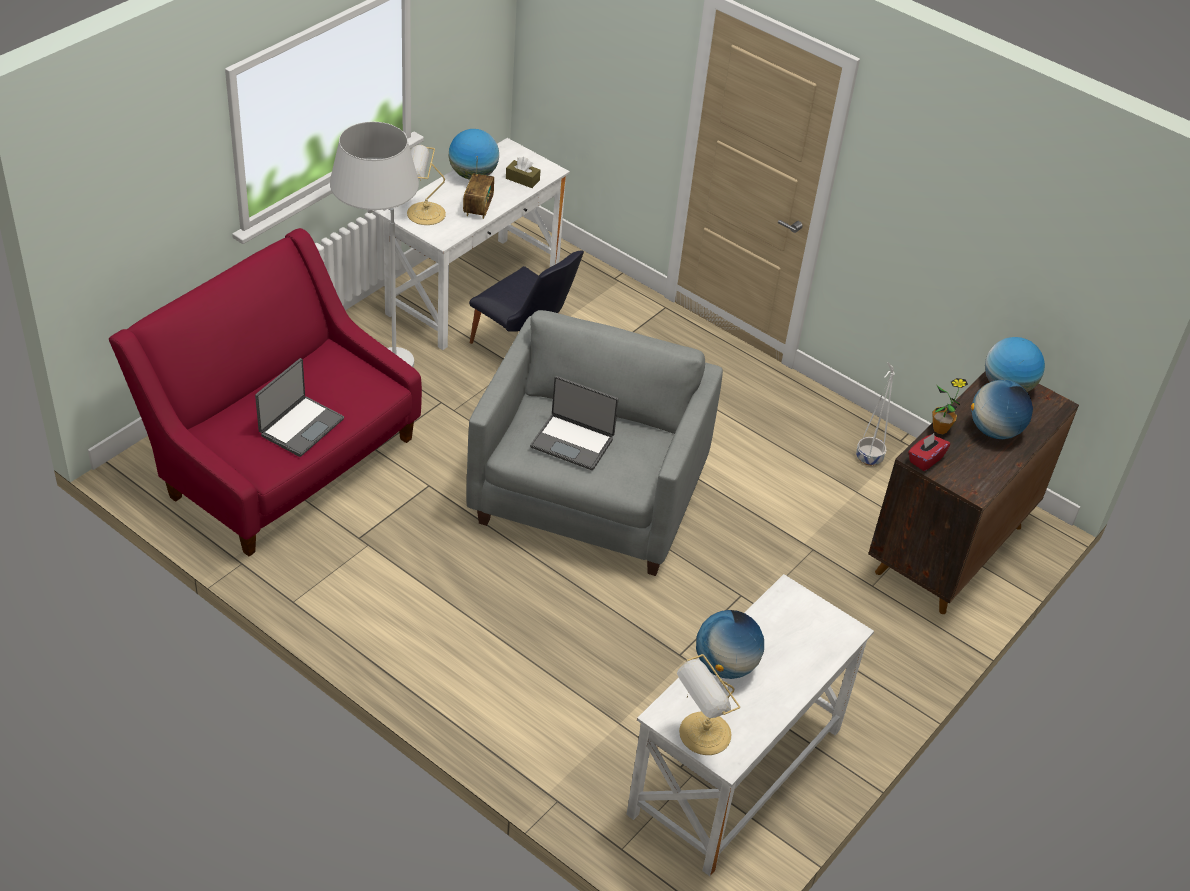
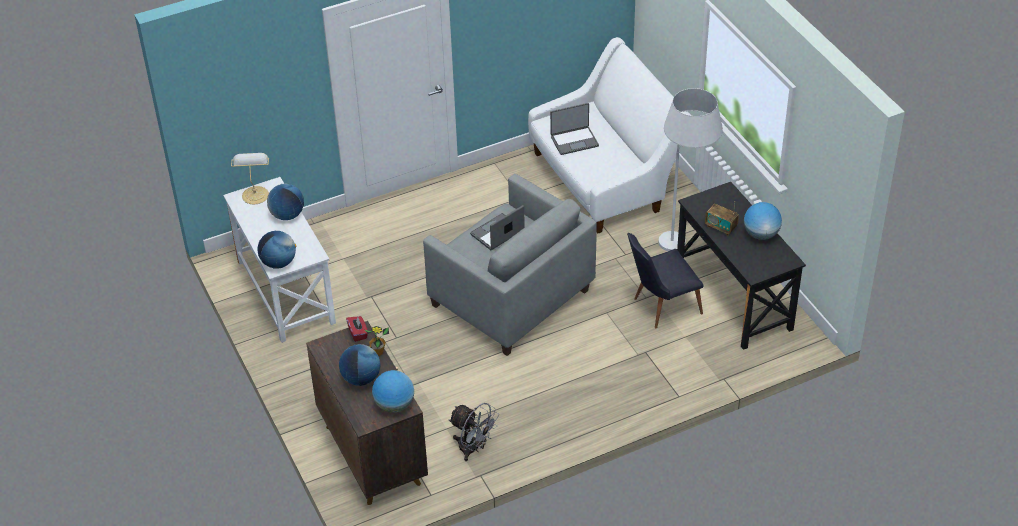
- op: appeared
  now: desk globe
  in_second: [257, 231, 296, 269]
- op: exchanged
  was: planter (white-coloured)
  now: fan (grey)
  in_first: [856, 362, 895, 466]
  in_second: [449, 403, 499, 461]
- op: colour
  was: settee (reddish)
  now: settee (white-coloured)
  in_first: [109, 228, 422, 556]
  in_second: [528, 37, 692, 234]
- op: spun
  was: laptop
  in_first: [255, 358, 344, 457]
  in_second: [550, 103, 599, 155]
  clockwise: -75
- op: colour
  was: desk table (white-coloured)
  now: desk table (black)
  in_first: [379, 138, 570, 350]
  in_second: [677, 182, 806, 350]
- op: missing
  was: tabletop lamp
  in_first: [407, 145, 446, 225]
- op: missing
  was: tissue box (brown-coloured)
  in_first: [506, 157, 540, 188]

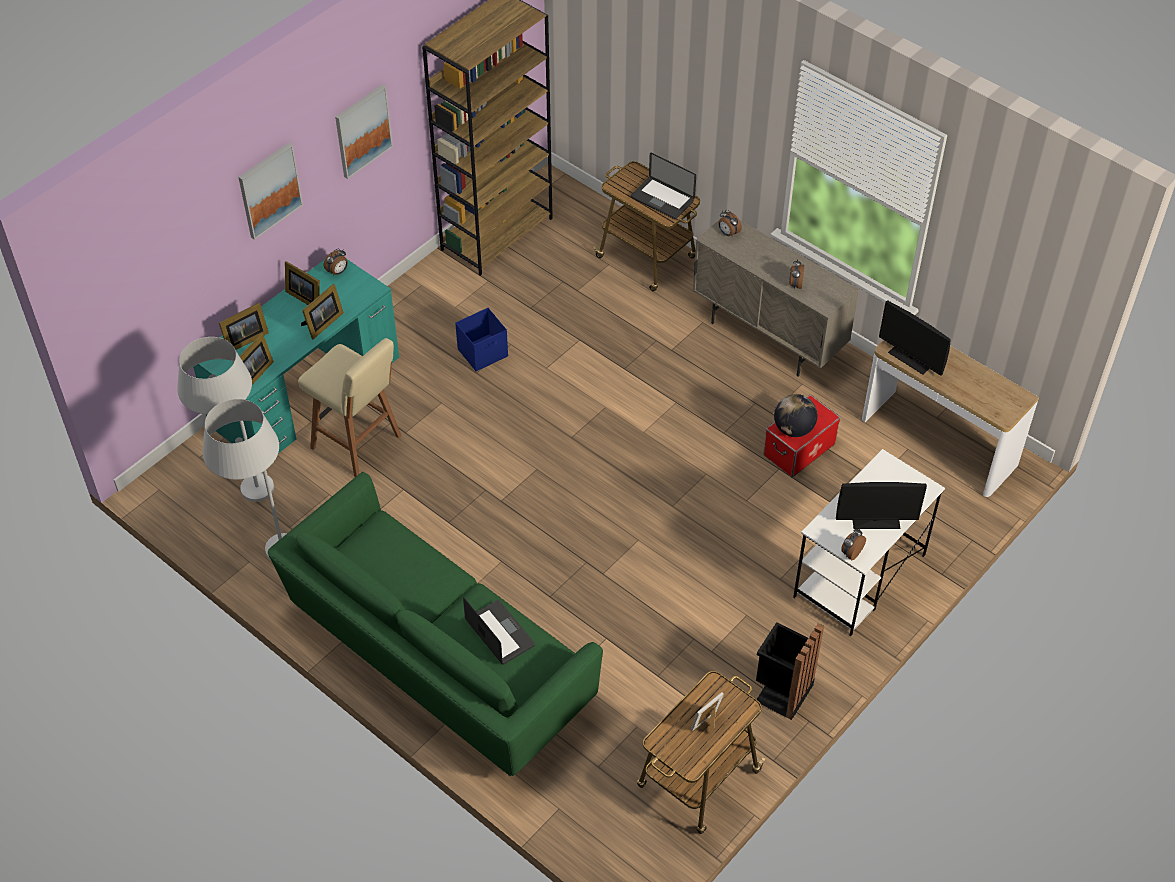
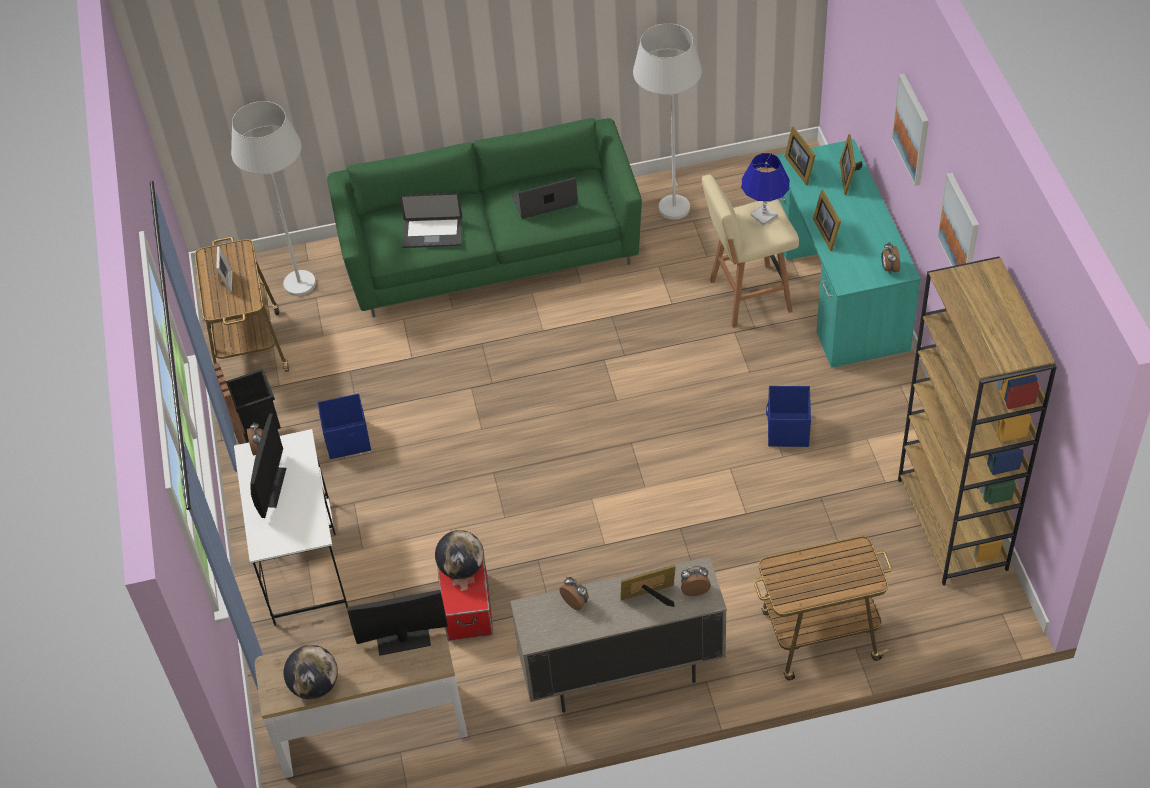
- op: relocated
  was: floor lamp (white-coloured)
  in_first: [177, 337, 274, 502]
  in_second: [231, 101, 316, 296]
- op: spun
  was: computer screen
  in_first: [836, 482, 927, 529]
  in_second: [250, 413, 286, 518]
  clockwise: 150
- op: appeared
  now: desk globe
  in_second: [284, 645, 338, 699]
- op: appeared
  now: storage box (blue-coloured)
  in_second: [317, 393, 371, 459]
- op: relocated
  was: laptop
  in_first: [631, 153, 696, 219]
  in_second: [512, 178, 578, 219]
- op: relocated
  was: photo frame
  in_first: [285, 261, 320, 305]
  in_second: [620, 565, 676, 607]
- op: appeared
  now: tabletop lamp (blue-coloured)
  in_second: [741, 153, 790, 226]

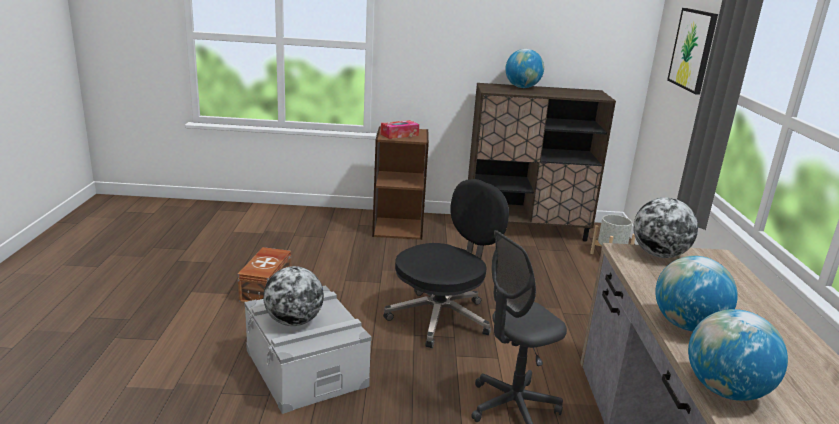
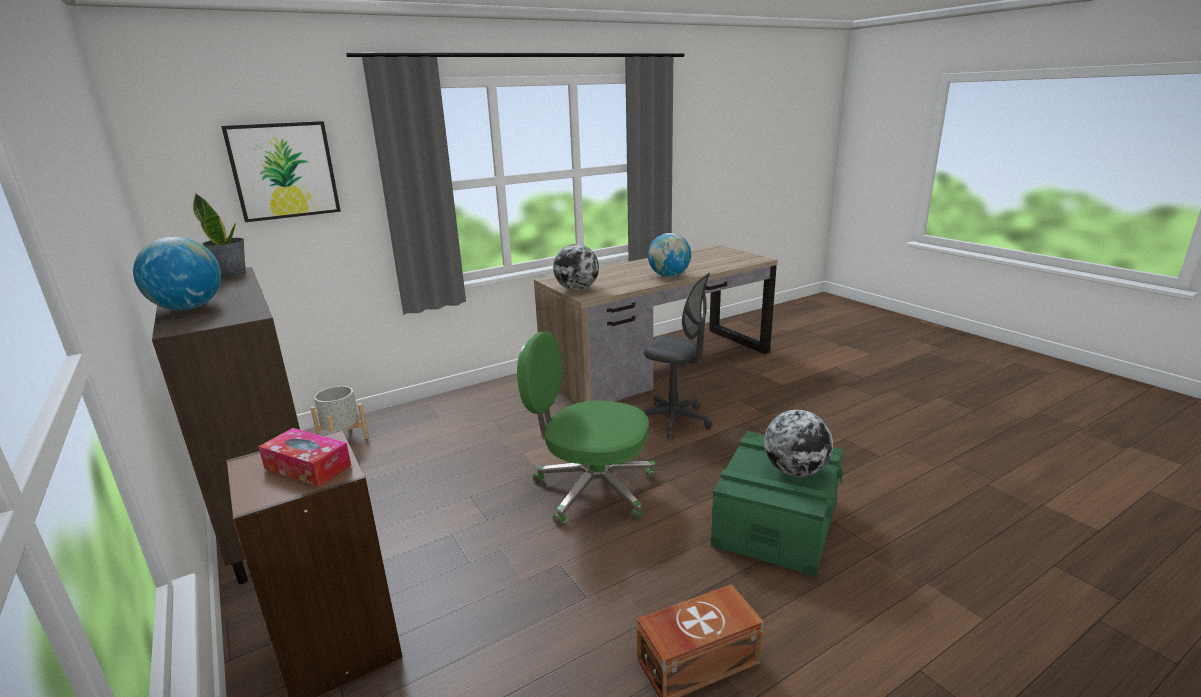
- op: appeared
  now: plant in a pot
  in_second: [193, 193, 246, 277]
- op: colour
  was: computer chair (black)
  now: computer chair (green)
  in_first: [383, 179, 509, 348]
  in_second: [517, 332, 656, 525]
- op: colour
  was: storage box (grey)
  now: storage box (green)
  in_first: [244, 285, 372, 414]
  in_second: [711, 431, 843, 577]
- op: missing
  was: desk globe
  in_first: [688, 309, 788, 401]

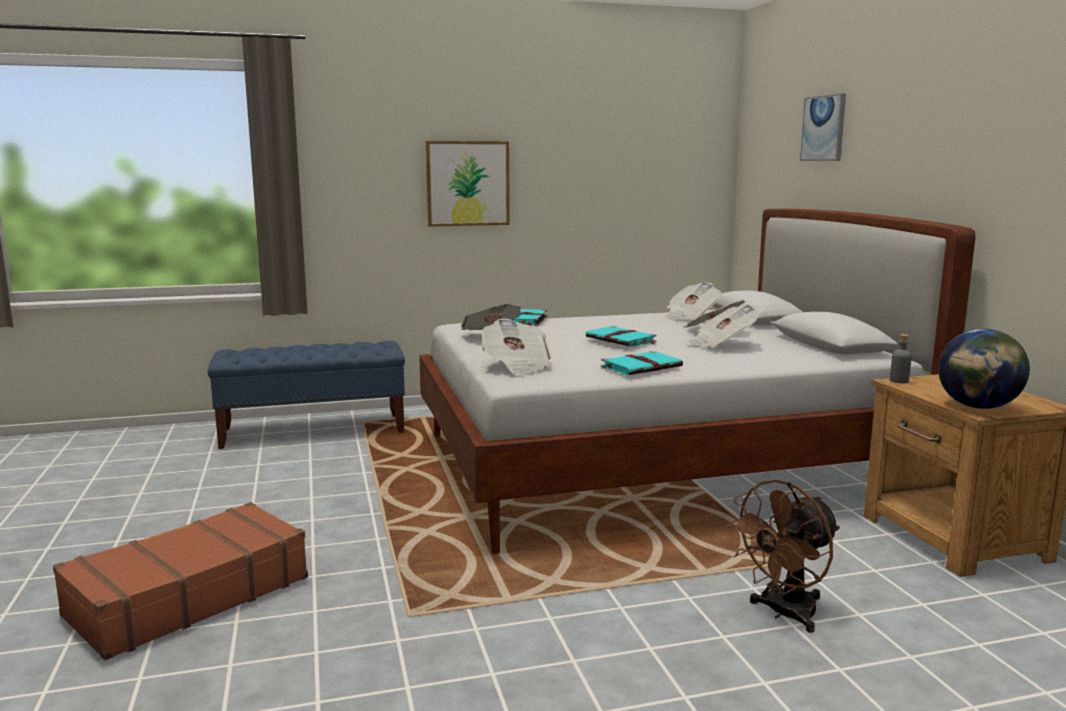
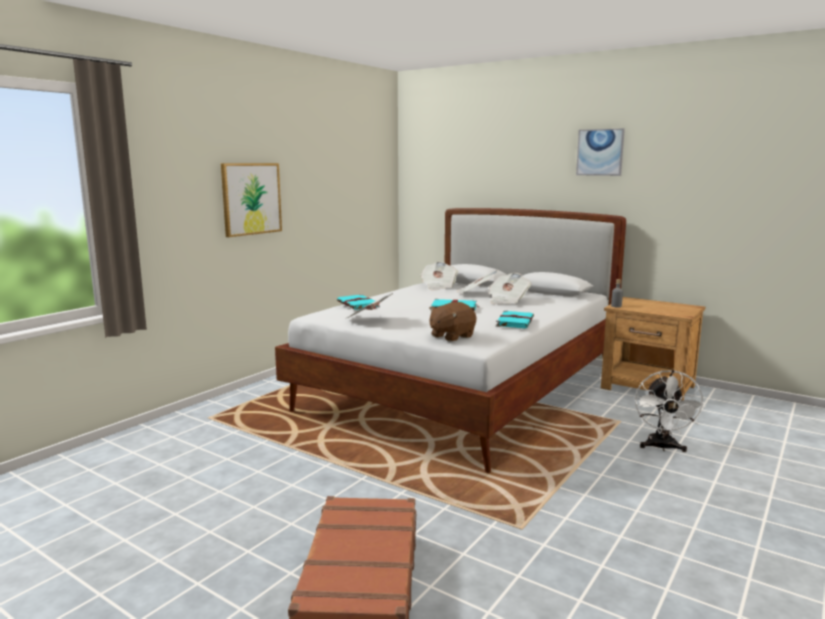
- op: exchanged
  was: printed paper
  now: soft toy (brown-coloured)
  in_first: [482, 318, 552, 376]
  in_second: [429, 302, 476, 342]
- op: relocated
  was: wall art
  in_first: [800, 93, 846, 161]
  in_second: [576, 128, 625, 176]
- op: colour
  was: fan (brown-coloured)
  now: fan (white-coloured)
  in_first: [726, 479, 840, 633]
  in_second: [635, 370, 706, 452]
- op: missing
  was: indoor bench (blue-coloured)
  in_first: [208, 341, 405, 449]
- op: missing
  was: desk globe
  in_first: [938, 329, 1030, 409]

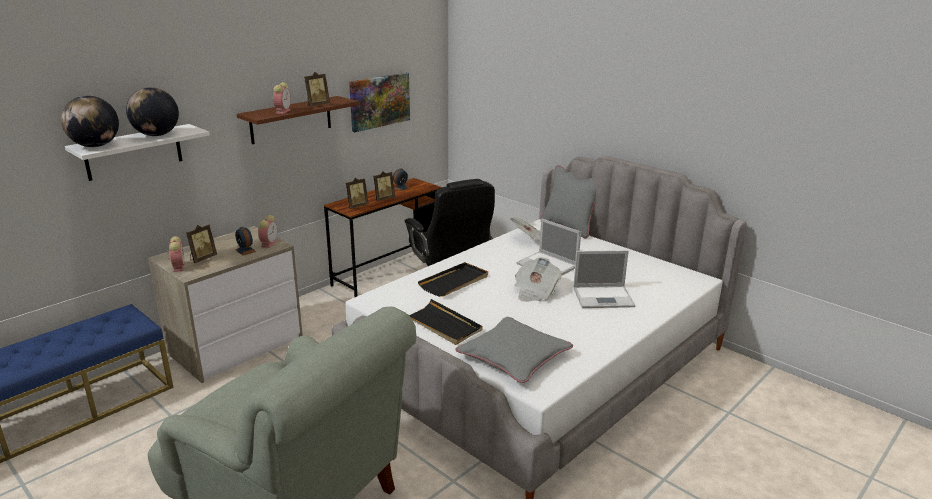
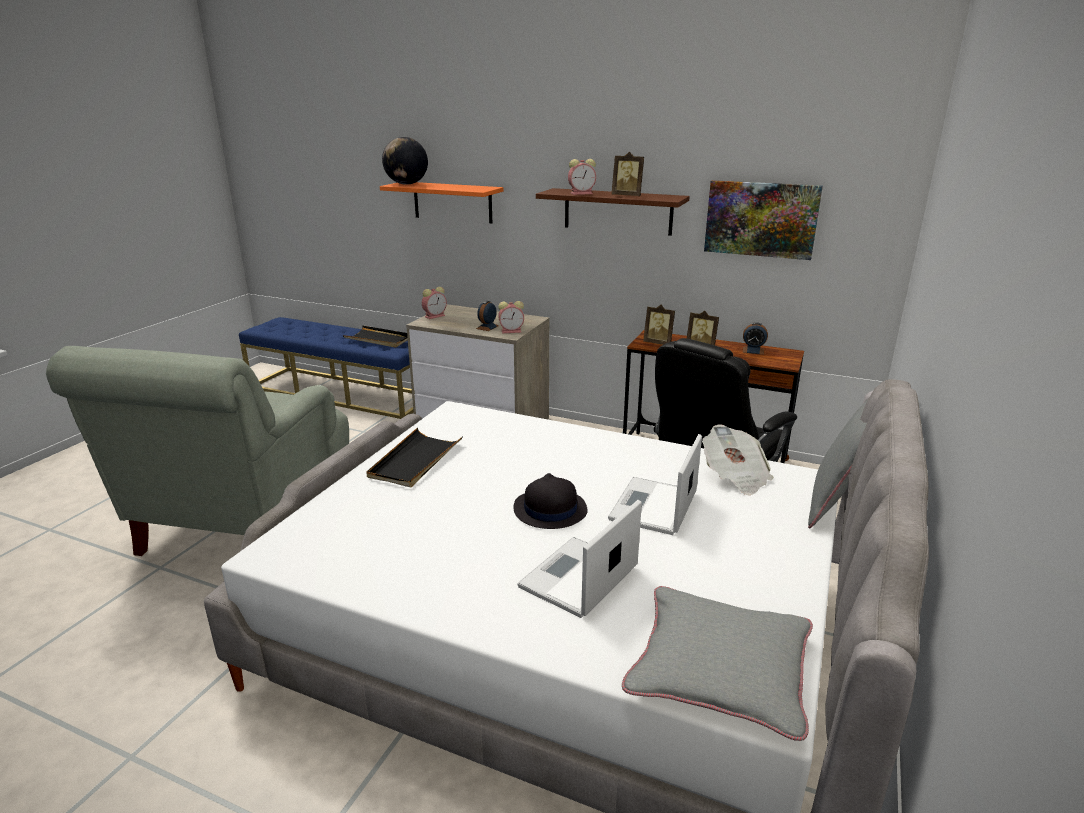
- op: relocated
  was: serving tray (black)
  in_first: [418, 262, 488, 297]
  in_second: [343, 326, 408, 348]
- op: colour
  was: shelf (white-coloured)
  now: shelf (orange)
  in_first: [65, 124, 210, 181]
  in_second: [380, 182, 504, 223]
- op: exchanged
  was: printed paper
  now: wearable hat (black)
  in_first: [515, 257, 561, 302]
  in_second: [514, 473, 588, 529]
- op: spun
  was: laptop
  in_first: [574, 250, 635, 308]
  in_second: [517, 500, 642, 618]
  clockwise: 60
- op: relocated
  was: cushion (grey)
  in_first: [455, 317, 573, 383]
  in_second: [622, 586, 813, 741]
- op: missing
  was: desk globe
  in_first: [126, 87, 179, 136]
- op: missing
  was: photo frame
  in_first: [186, 224, 217, 263]

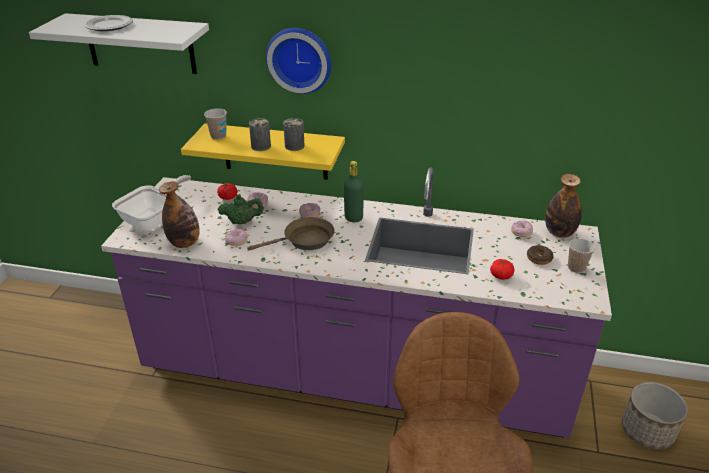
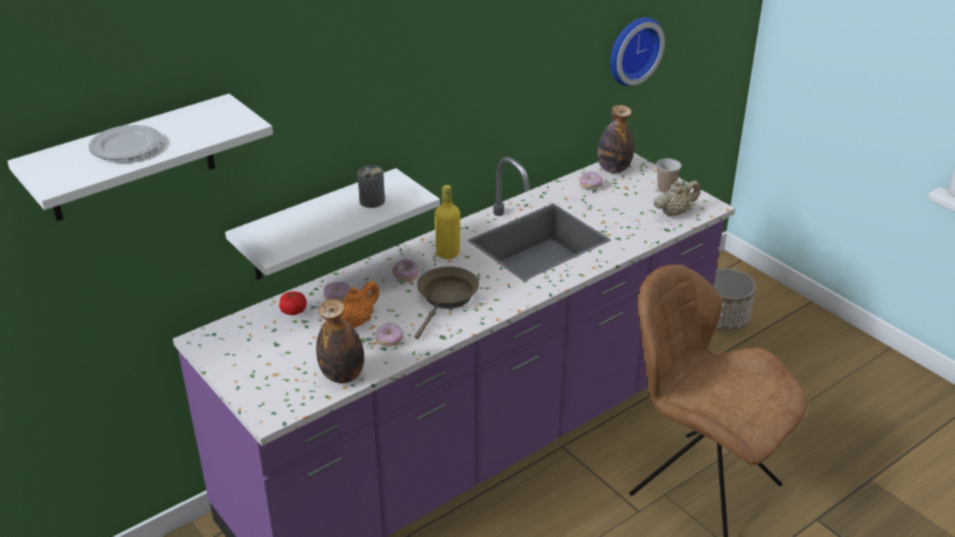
- op: colour
  was: shelf (yellow)
  now: shelf (white-coloured)
  in_first: [181, 123, 345, 180]
  in_second: [225, 168, 440, 280]
- op: colour
  was: pot for tea (green)
  now: pot for tea (orange)
  in_first: [218, 194, 264, 225]
  in_second: [340, 281, 380, 328]
- op: colour
  was: drink bottle (green)
  now: drink bottle (yellow)
  in_first: [344, 161, 364, 222]
  in_second: [434, 185, 460, 259]
- op: relocated
  was: clock on the wall
  in_first: [266, 28, 331, 94]
  in_second: [610, 17, 665, 86]
- op: appeared
  now: pot for tea (beige)
  in_second: [654, 180, 700, 217]
- op: missing
  was: skillet
  in_first: [112, 175, 191, 231]
- op: missing
  was: small cup
  in_first: [204, 108, 227, 140]
- op: missing
  was: metal can
  in_first: [249, 118, 271, 151]
- op: missing
  was: whole tomato
  in_first: [490, 259, 514, 280]
- op: missing
  was: donut
  in_first: [527, 245, 554, 265]

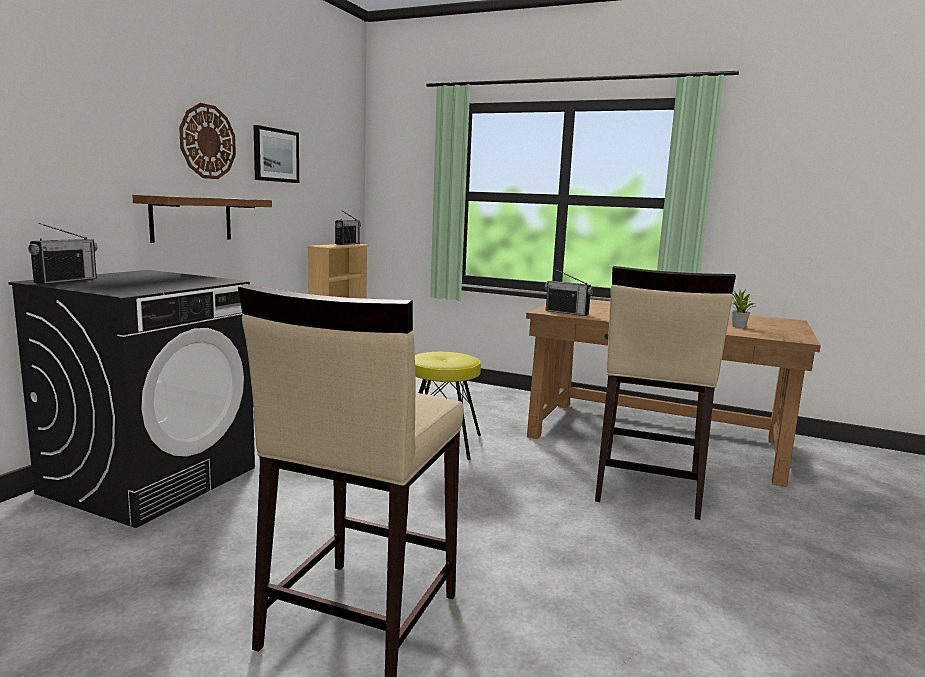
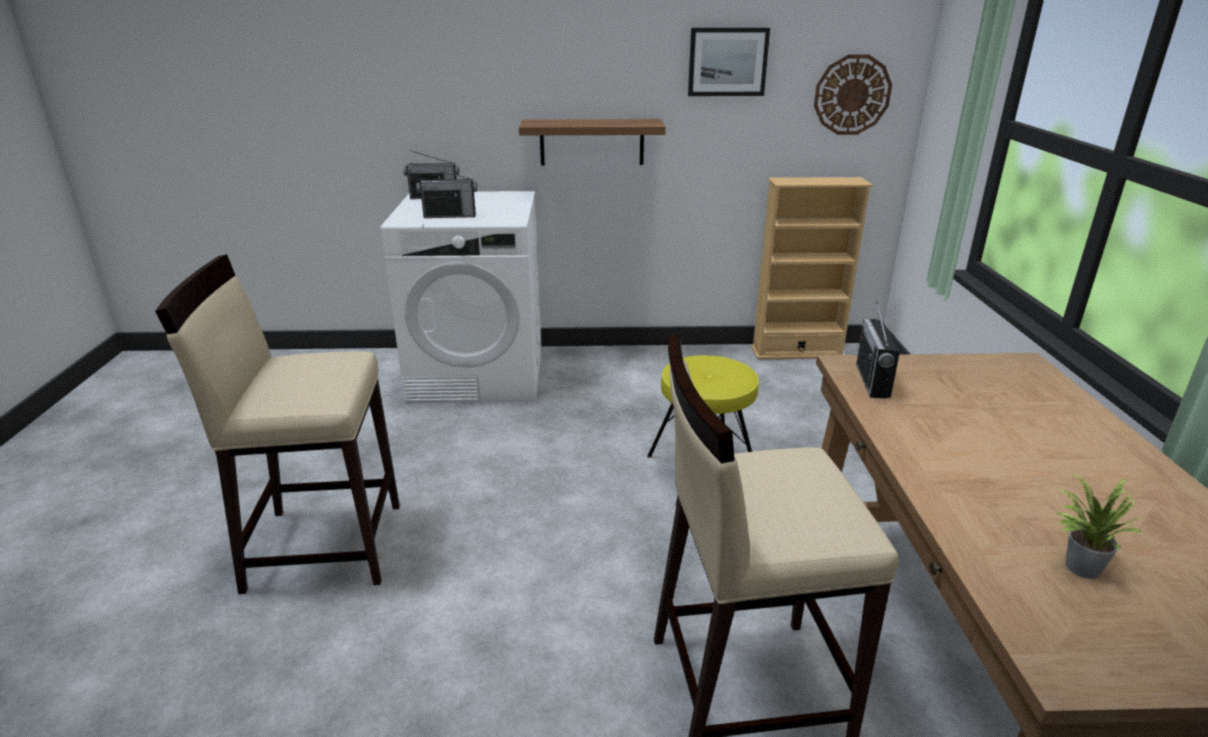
- op: colour
  was: laundry appliance (black)
  now: laundry appliance (white-coloured)
  in_first: [8, 270, 255, 528]
  in_second: [381, 191, 542, 403]
- op: relocated
  was: radio receiver
  in_first: [335, 210, 361, 245]
  in_second: [416, 165, 477, 218]
- op: relocated
  was: clock on the wall
  in_first: [179, 103, 236, 179]
  in_second: [814, 54, 892, 135]

